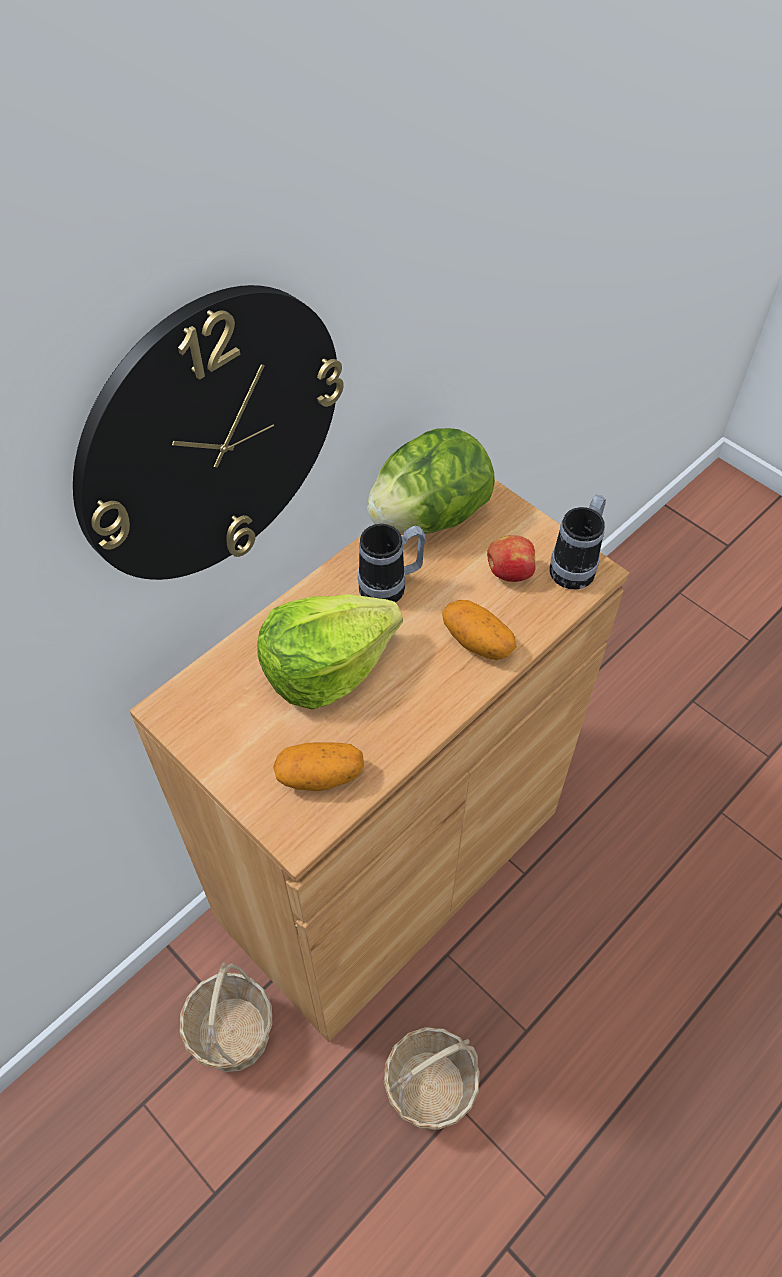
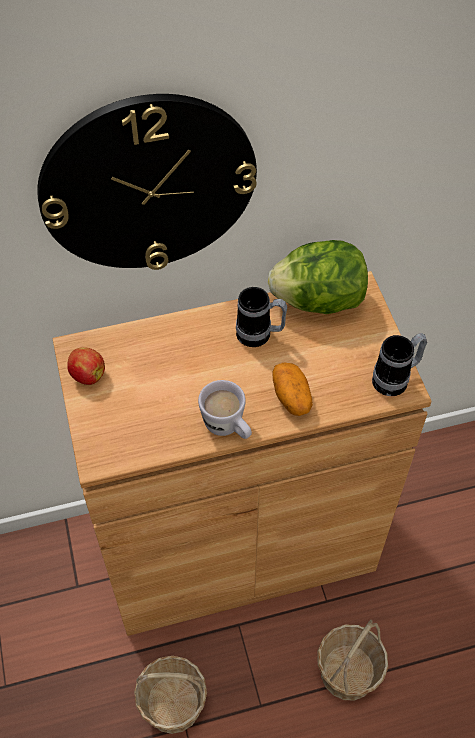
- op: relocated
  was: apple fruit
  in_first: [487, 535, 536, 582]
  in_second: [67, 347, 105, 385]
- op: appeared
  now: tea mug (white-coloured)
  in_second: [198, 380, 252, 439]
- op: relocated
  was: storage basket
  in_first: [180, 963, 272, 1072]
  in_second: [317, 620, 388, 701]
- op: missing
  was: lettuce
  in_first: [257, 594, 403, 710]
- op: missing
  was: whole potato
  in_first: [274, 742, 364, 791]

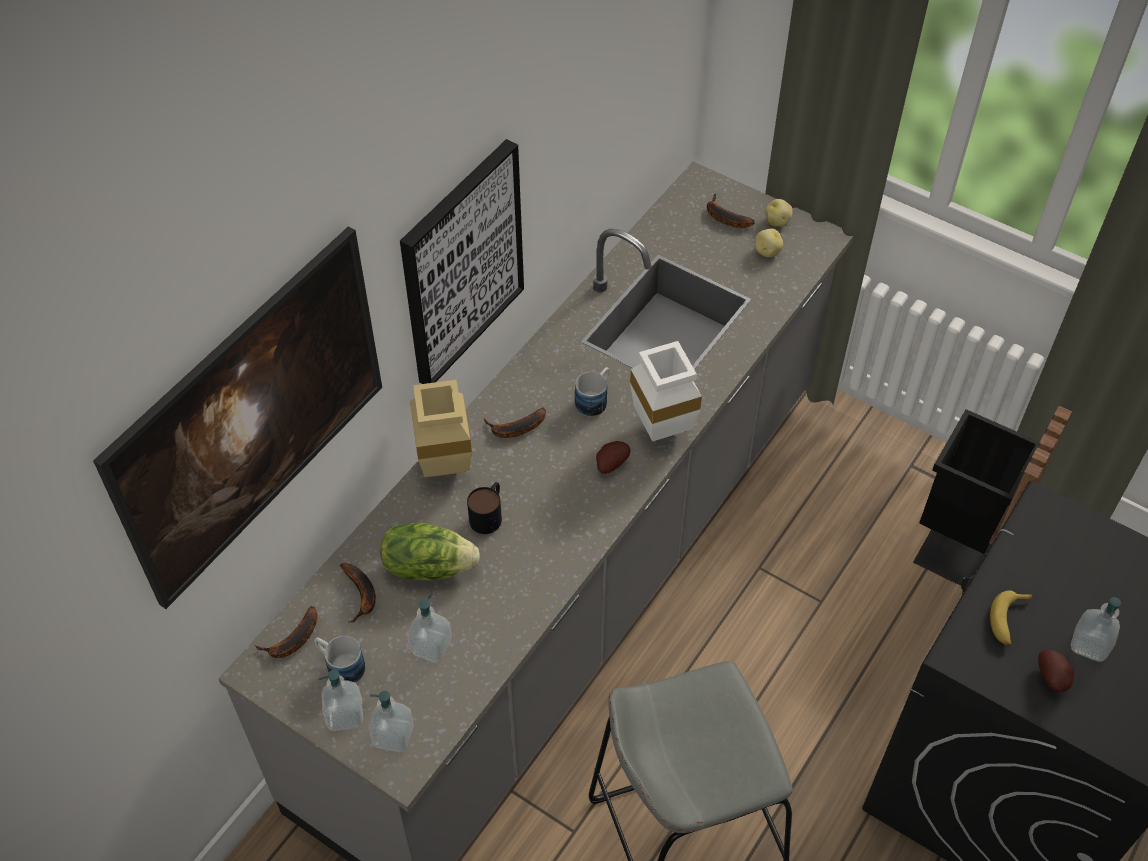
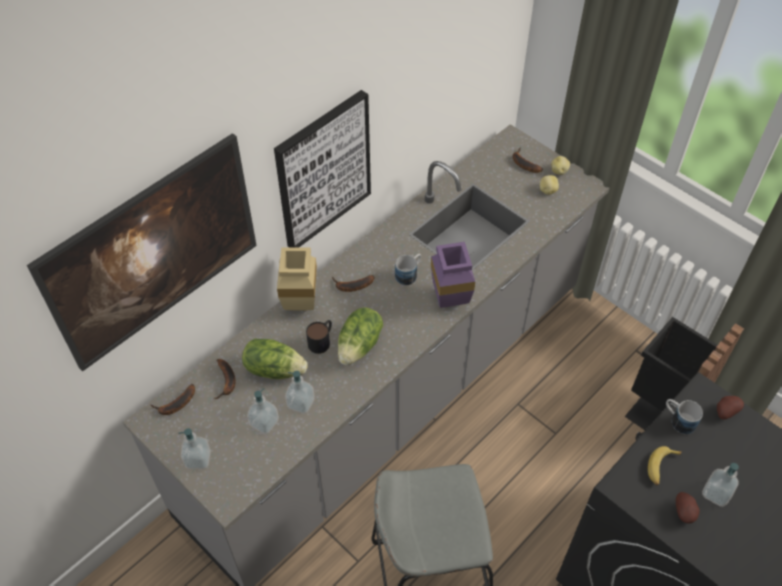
- op: relocated
  was: soap bottle
  in_first: [369, 691, 414, 752]
  in_second: [285, 371, 315, 414]
- op: appeared
  now: lettuce
  in_second: [338, 307, 383, 365]
- op: colour
  was: flower vase (white-coloured)
  now: flower vase (purplish)
  in_first: [630, 341, 702, 442]
  in_second: [431, 242, 475, 308]
- op: relocated
  was: tea mug
  in_first: [314, 636, 365, 683]
  in_second: [666, 399, 703, 434]
- op: relocated
  was: whole potato
  in_first: [596, 441, 630, 474]
  in_second: [717, 396, 744, 419]

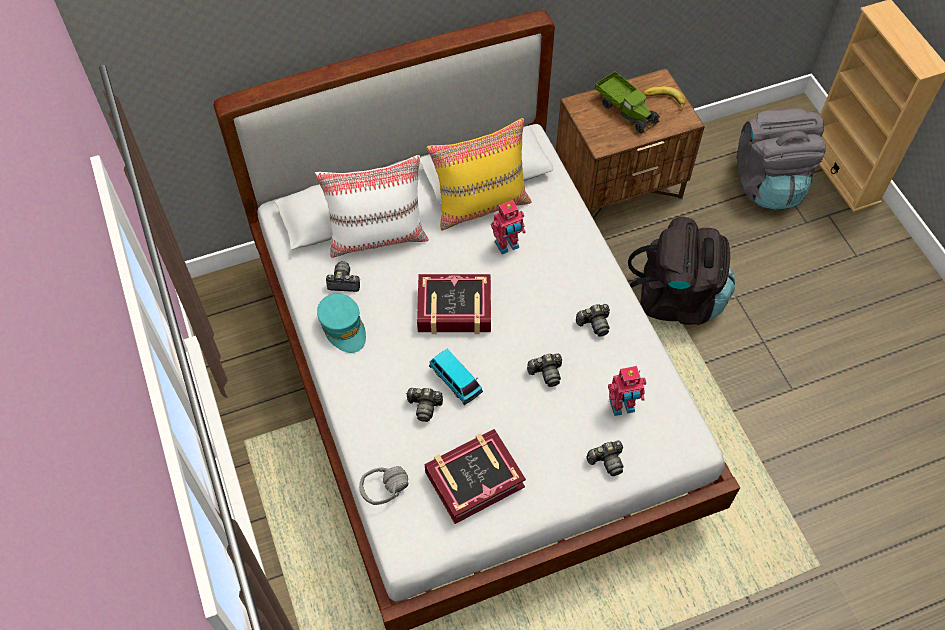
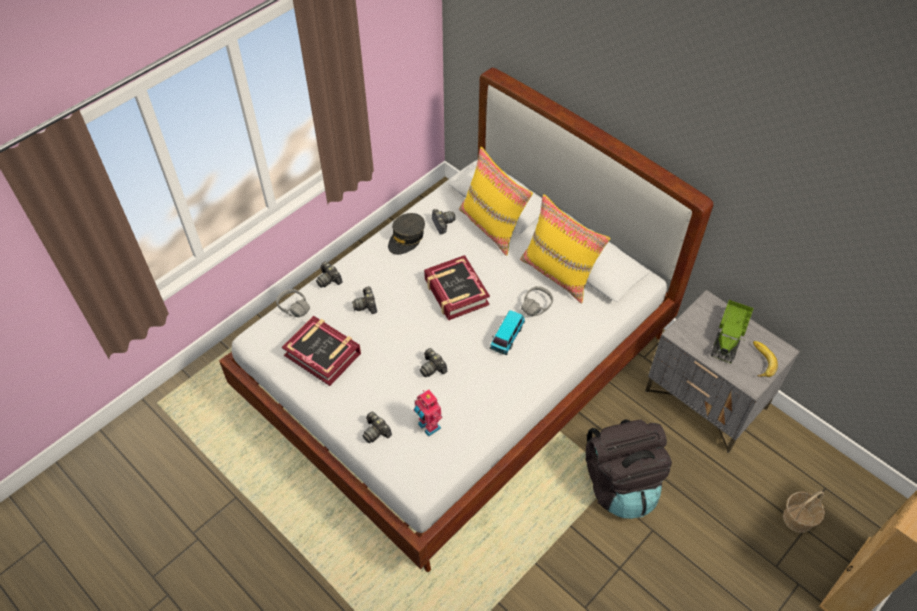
- op: relocated
  was: photo camera
  in_first: [576, 304, 610, 337]
  in_second: [316, 261, 343, 288]
- op: colour
  was: cap (blue-green)
  now: cap (grey)
  in_first: [317, 294, 366, 353]
  in_second: [388, 213, 425, 255]
- op: colour
  was: cushion (white-coloured)
  now: cushion (yellow)
  in_first: [315, 155, 429, 258]
  in_second: [459, 147, 533, 256]
- op: relocated
  was: miniature car
  in_first: [429, 349, 483, 405]
  in_second: [490, 310, 525, 355]
- op: exchanged
  was: robot figure
  now: headphones (grey)
  in_first: [491, 200, 526, 254]
  in_second: [521, 286, 553, 317]
- op: colour
  was: night table (brown-coloured)
  now: night table (grey)
  in_first: [556, 68, 705, 219]
  in_second: [645, 290, 800, 453]
- op: exchanged
  was: backpack (grey)
  now: storage basket
  in_first: [736, 108, 826, 210]
  in_second: [783, 490, 825, 533]

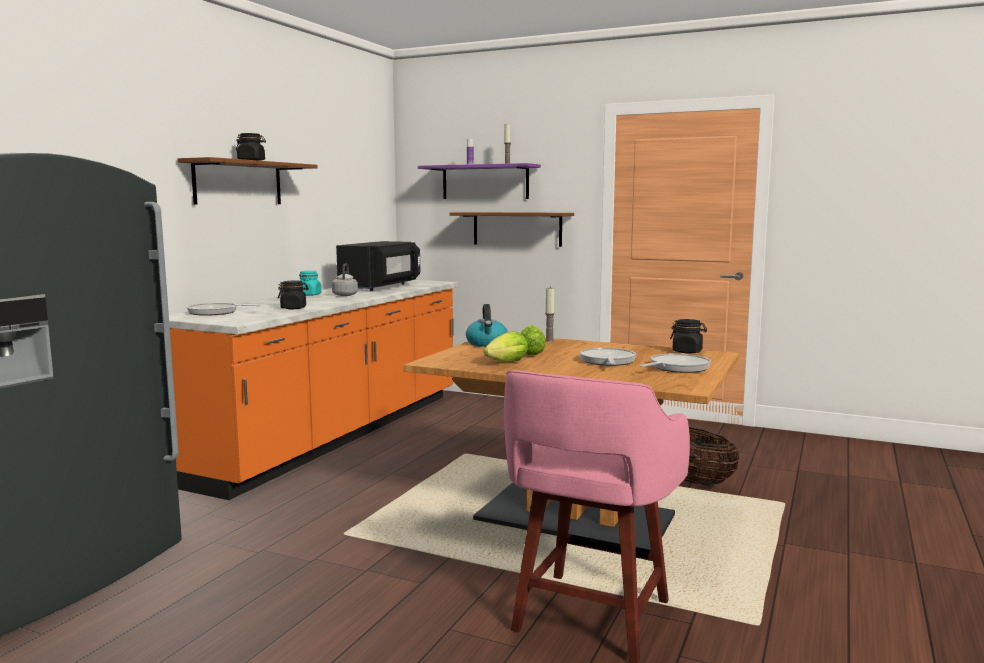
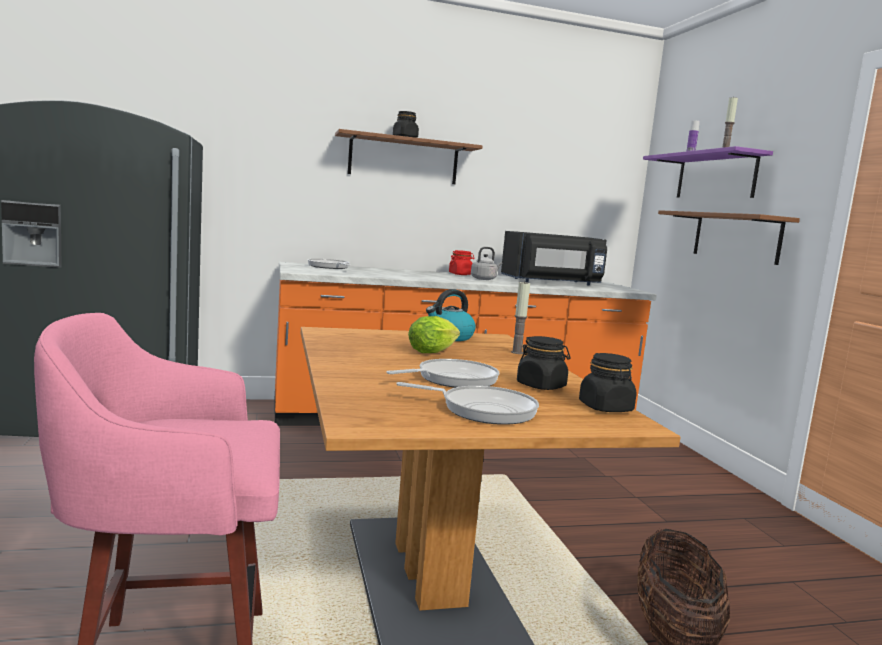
- op: colour
  was: jar (blue-green)
  now: jar (reddish)
  in_first: [299, 271, 321, 296]
  in_second: [449, 250, 474, 275]
- op: relocated
  was: jar (black)
  in_first: [278, 281, 309, 309]
  in_second: [517, 336, 570, 390]
- op: missing
  was: lettuce
  in_first: [484, 331, 528, 362]

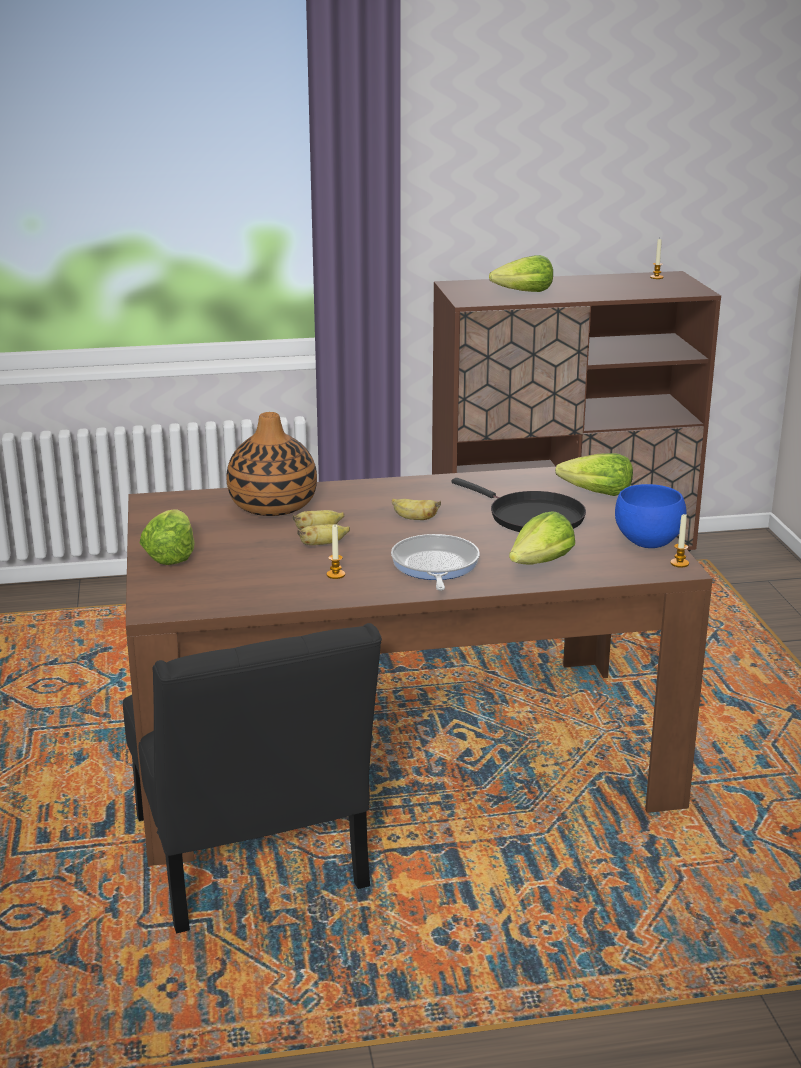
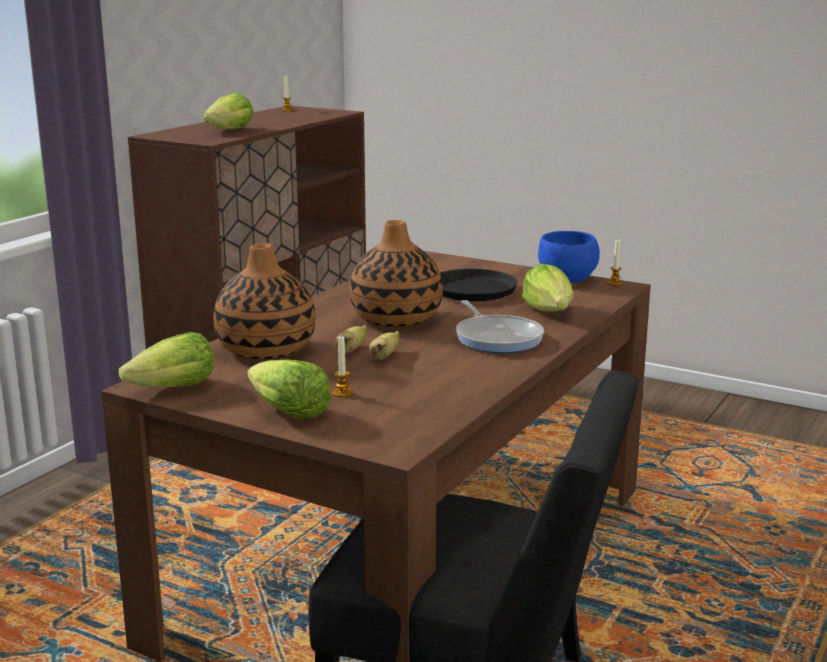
- op: relocated
  was: lettuce
  in_first: [555, 453, 633, 496]
  in_second: [119, 332, 214, 387]
- op: relocated
  was: wax candle
  in_first: [327, 524, 345, 579]
  in_second: [332, 335, 353, 397]
- op: exchanged
  was: whole banana
  now: flower vase
  in_first: [392, 499, 441, 520]
  in_second: [350, 220, 443, 327]
- op: spun
  was: skillet
  in_first: [391, 534, 480, 591]
  in_second: [456, 300, 544, 353]
  clockwise: -150

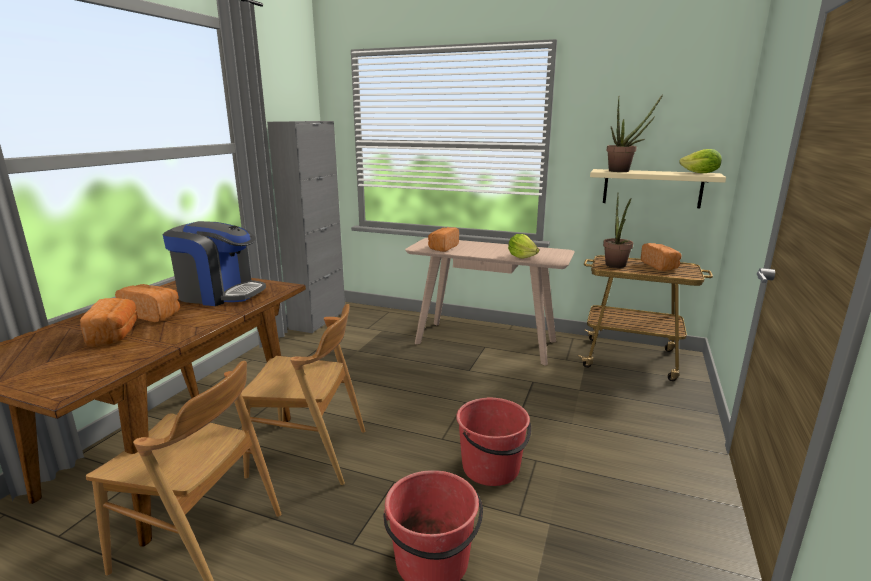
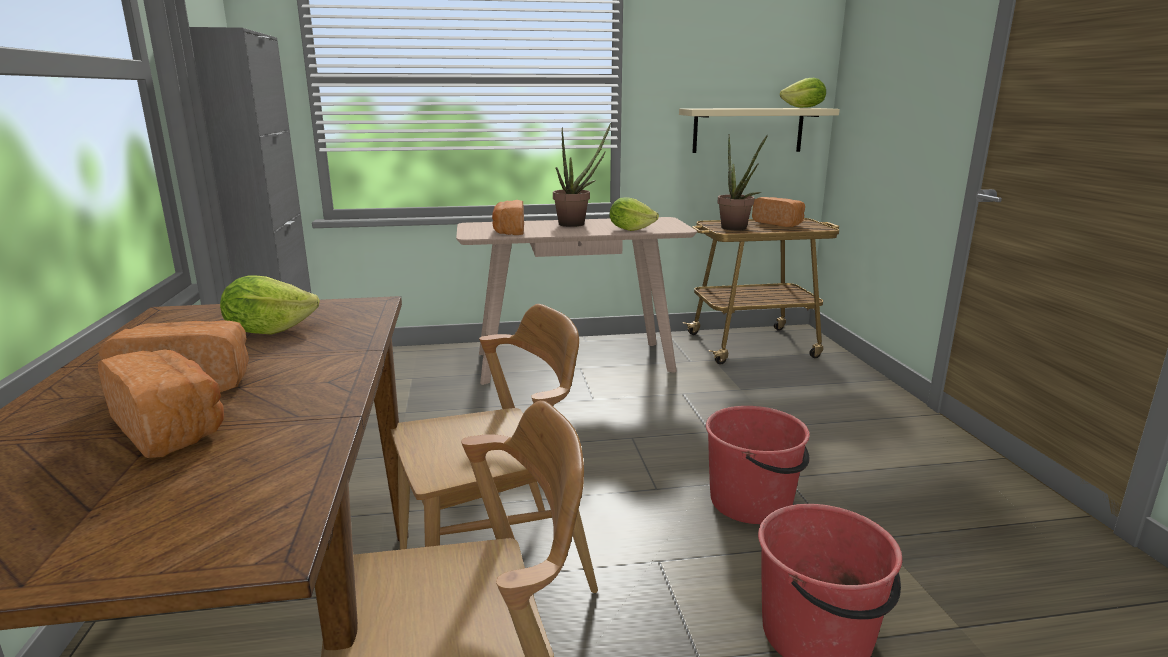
- op: exchanged
  was: coffee machine
  now: lettuce
  in_first: [163, 221, 266, 306]
  in_second: [220, 275, 320, 334]
- op: relocated
  was: plant in a pot
  in_first: [606, 94, 663, 172]
  in_second: [553, 123, 611, 227]

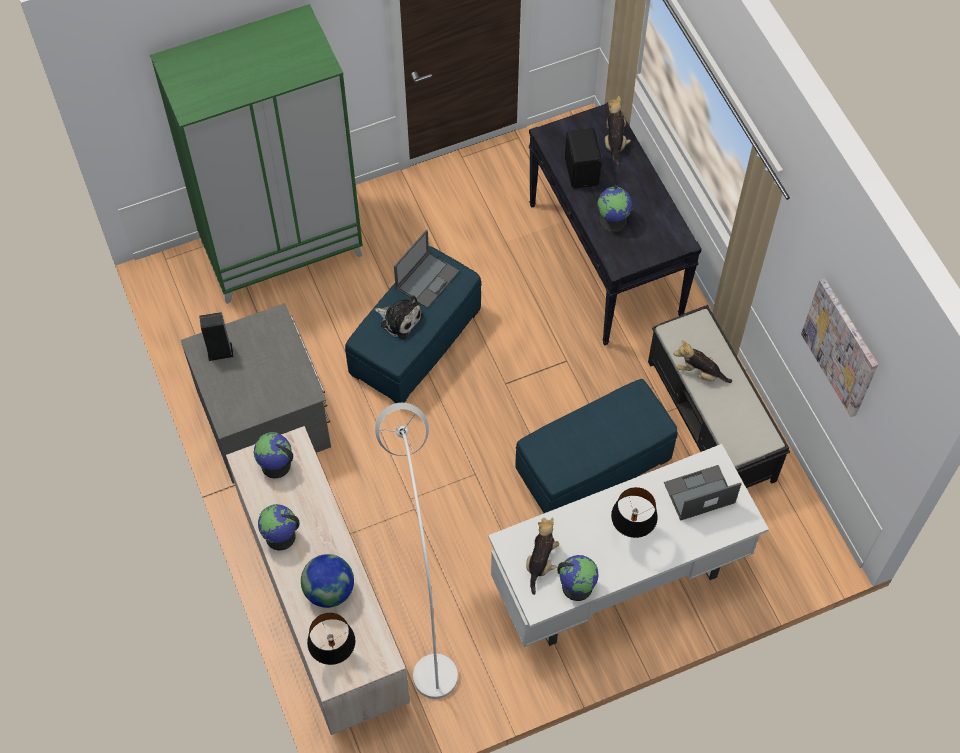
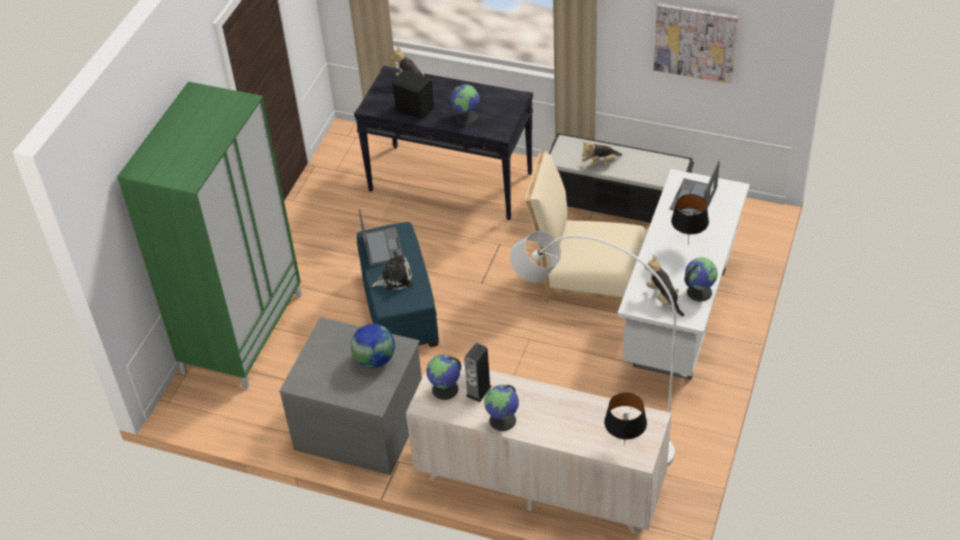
- op: relocated
  was: desk globe
  in_first: [301, 554, 354, 608]
  in_second: [351, 324, 395, 368]
- op: relocated
  was: loudspeaker
  in_first: [199, 312, 234, 361]
  in_second: [464, 343, 492, 402]
- op: exchanged
  was: pouffe (blue-coloured)
  now: plain chair (beige)
  in_first: [515, 379, 678, 513]
  in_second: [525, 149, 646, 303]

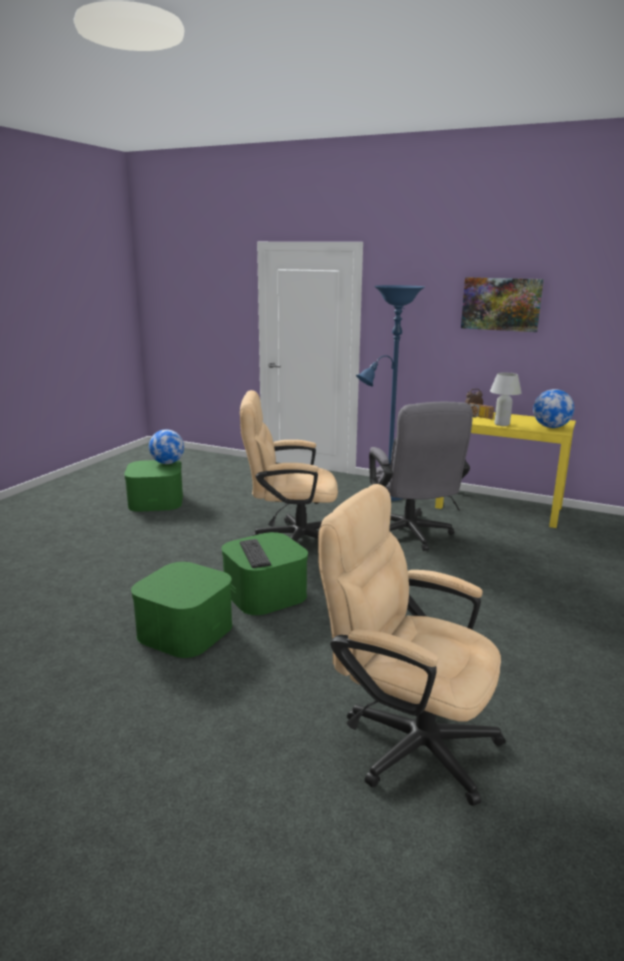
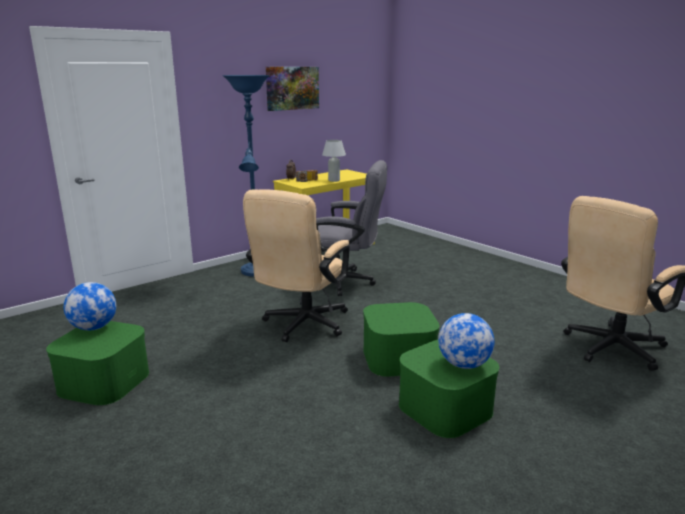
- op: relocated
  was: desk globe
  in_first: [533, 389, 574, 428]
  in_second: [438, 313, 495, 369]
- op: missing
  was: PC keyboard
  in_first: [240, 539, 271, 568]

